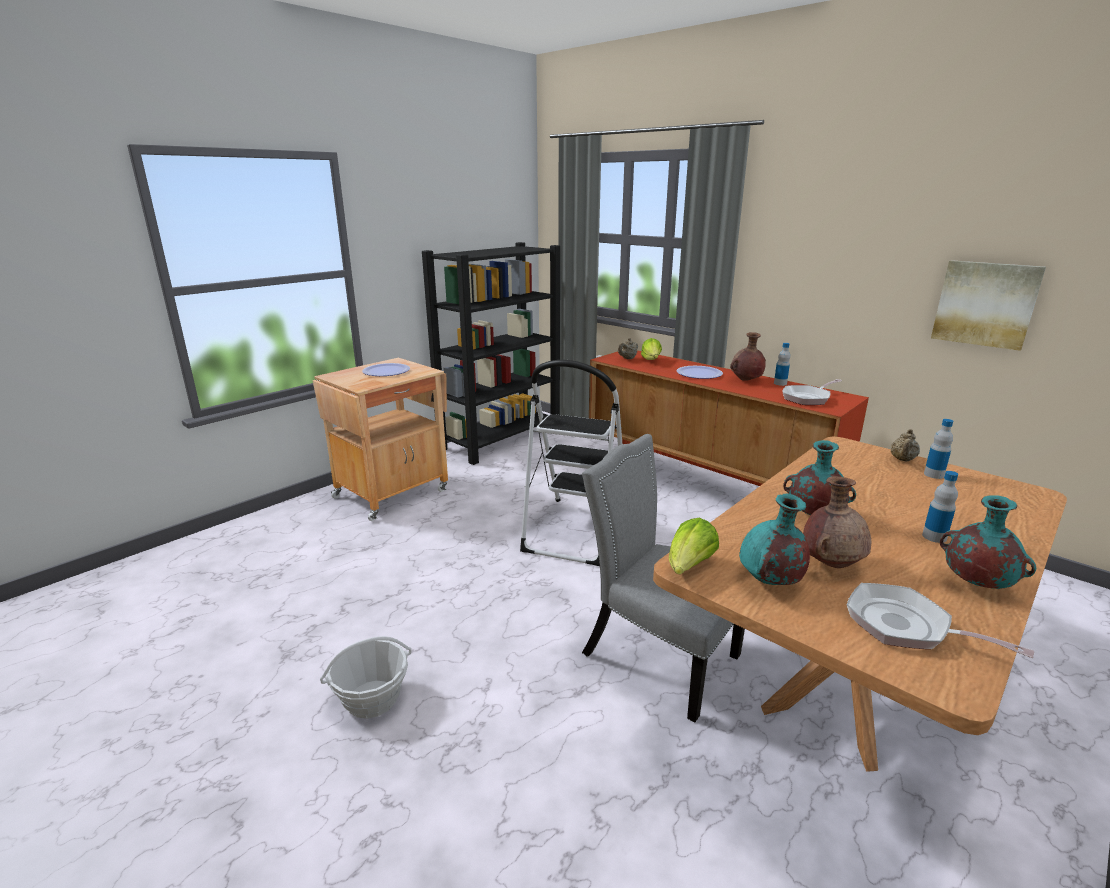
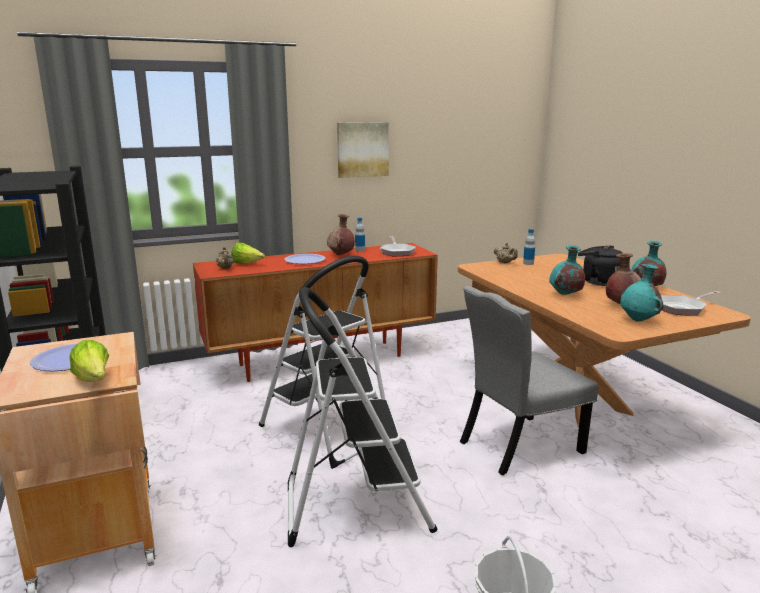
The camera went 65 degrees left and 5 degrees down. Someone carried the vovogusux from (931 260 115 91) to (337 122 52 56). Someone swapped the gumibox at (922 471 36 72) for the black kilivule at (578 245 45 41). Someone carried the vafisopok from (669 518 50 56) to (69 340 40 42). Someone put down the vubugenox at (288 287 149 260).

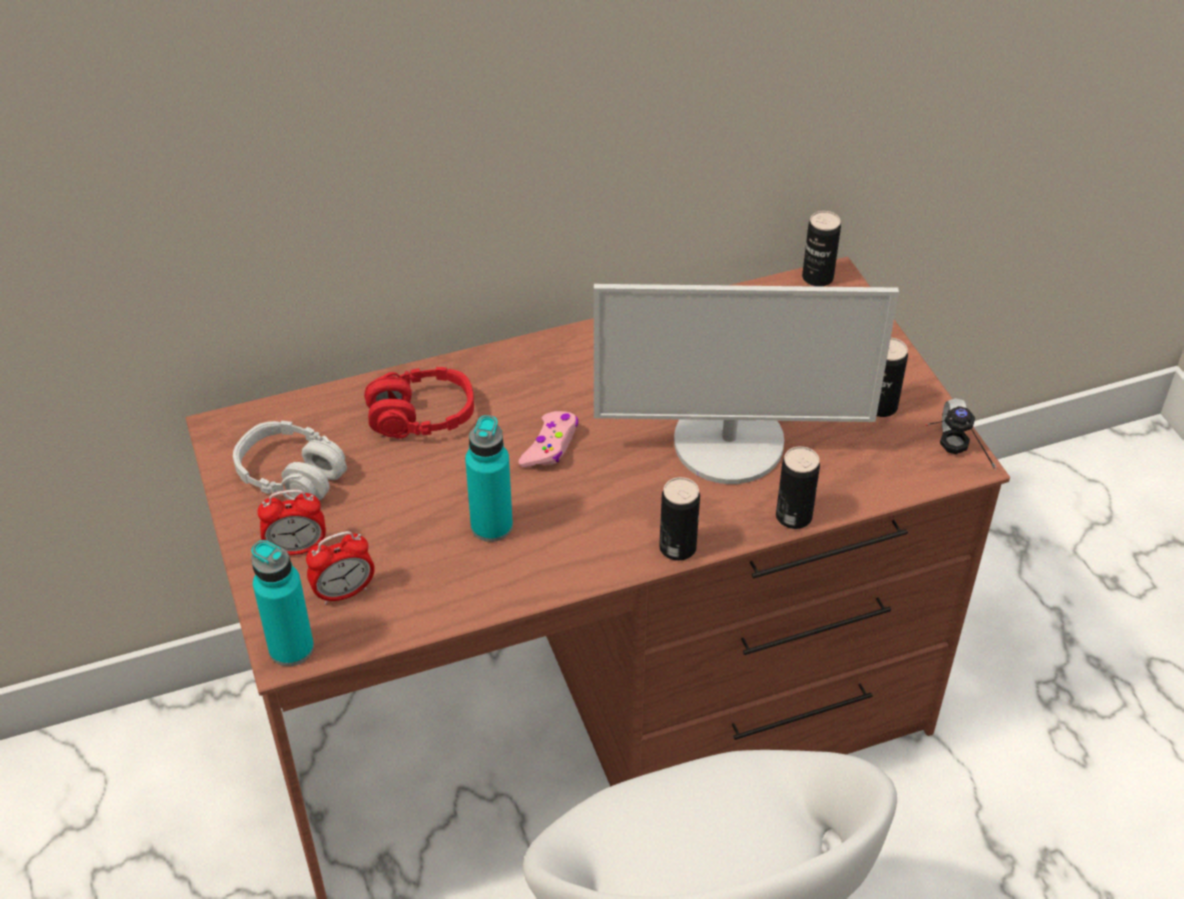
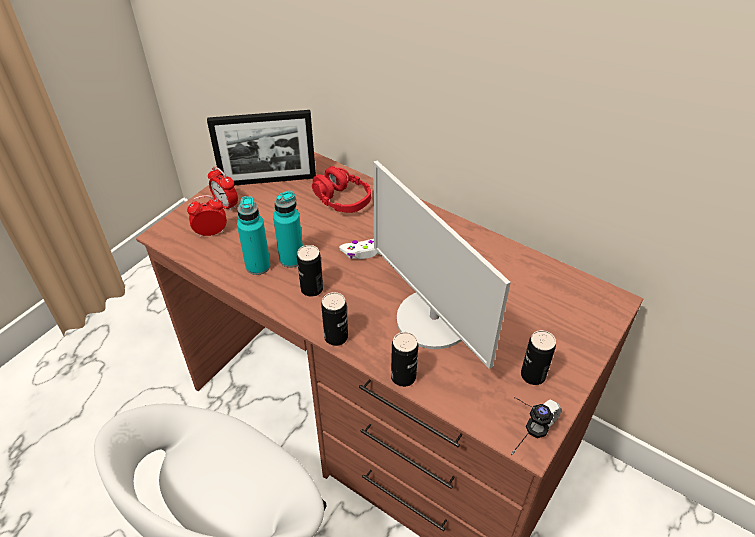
The camera went 55 degrees right and 0 degrees up. Someone carried the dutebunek from (802 211 39 76) to (297 245 26 52). Someone repainted the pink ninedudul at (518 411 60 56), which became the white ninedudul at (339 239 40 20). Someone swapped the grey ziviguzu at (233 421 114 79) for the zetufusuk at (207 110 109 75). Someone rotated the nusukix at (306 531 69 74) by 135 degrees clockwise. Someone carried the turquoise gumibox from (251 540 63 126) to (237 196 34 79).

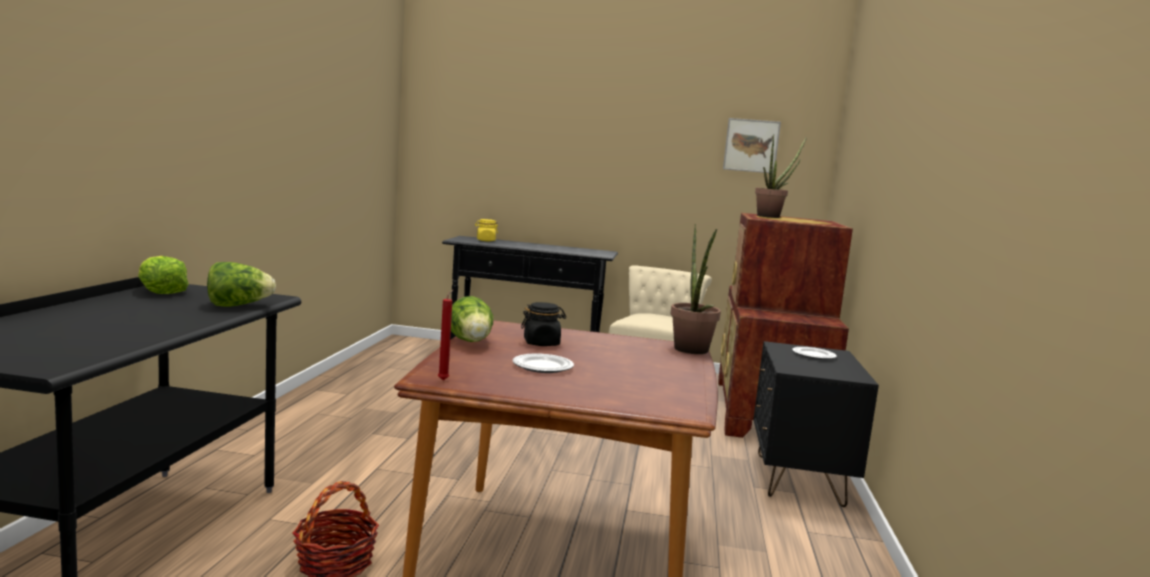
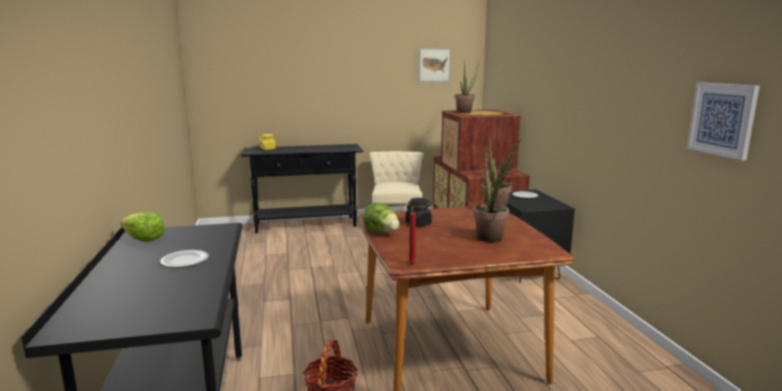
The camera went 20 degrees left and 5 degrees up. Someone took away the vafisopok at (207 262 69 45). Someone carried the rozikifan from (512 353 62 20) to (160 250 49 18). Someone put up the vovogusux at (687 82 73 78). Someone put down the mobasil at (473 149 36 93).

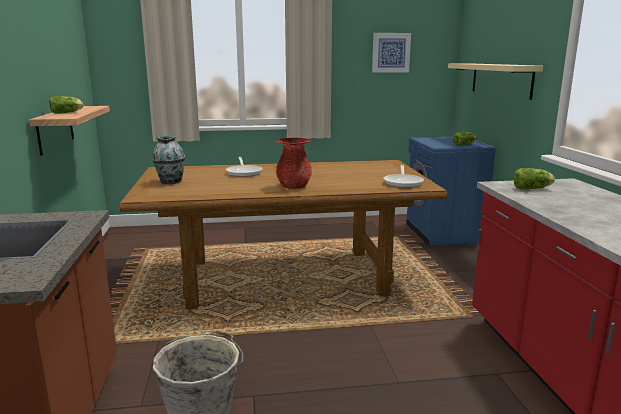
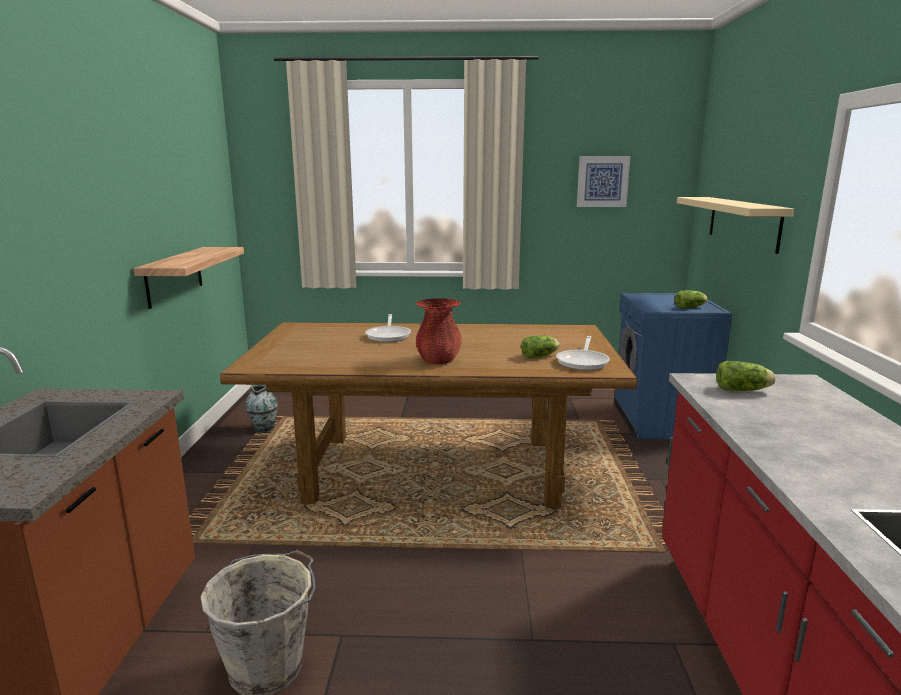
The camera went 10 degrees right and 0 degrees up. Someone carried the vafisopok from (49 96 34 18) to (521 336 39 22). Someone carried the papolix from (152 136 33 48) to (245 385 33 47).

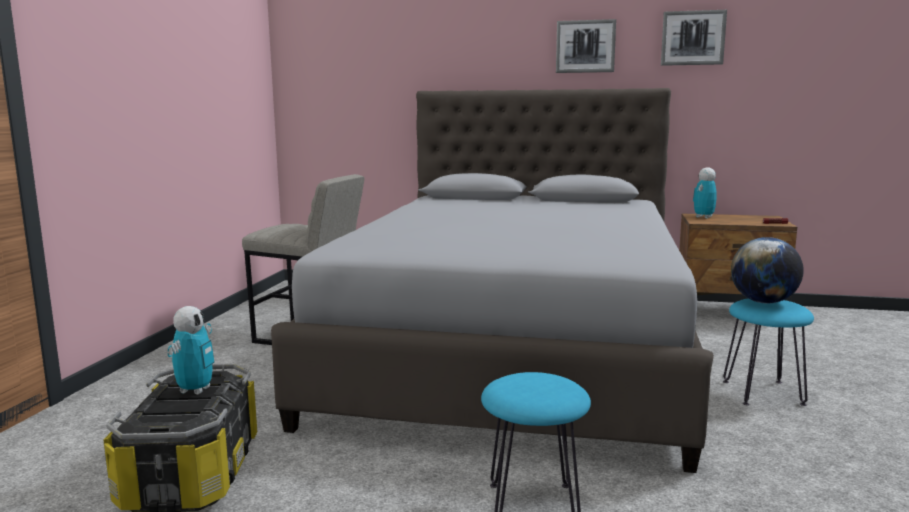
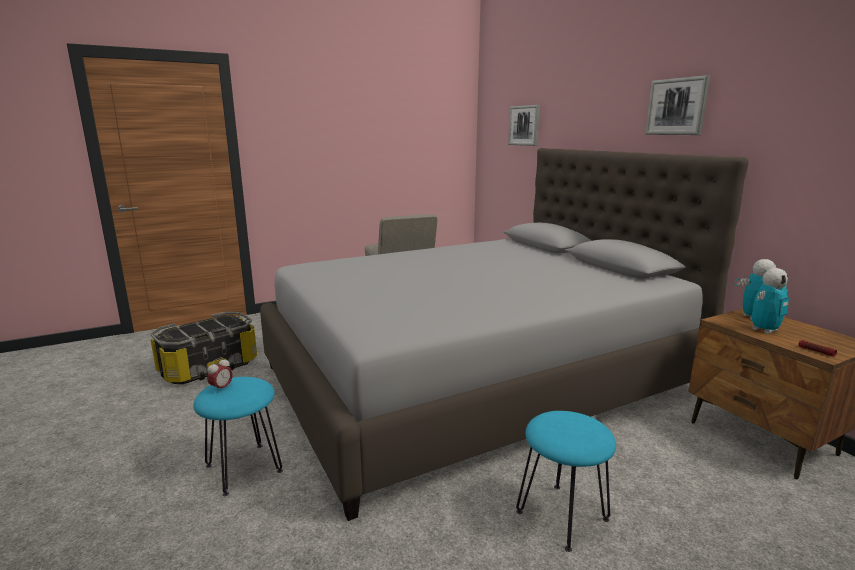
The camera went 50 degrees right and 5 degrees up. Someone carried the vovogusux from (661 10 66 56) to (508 105 32 41). Someone took away the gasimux at (731 237 73 66). Someone carried the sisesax from (167 306 47 89) to (752 268 37 66). Someone put down the nusukix at (207 357 26 36).

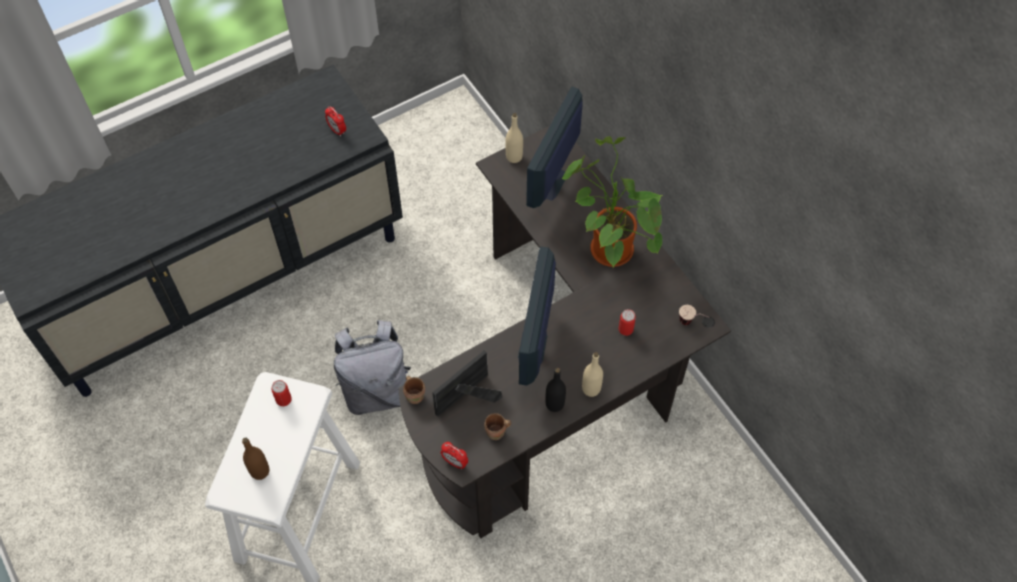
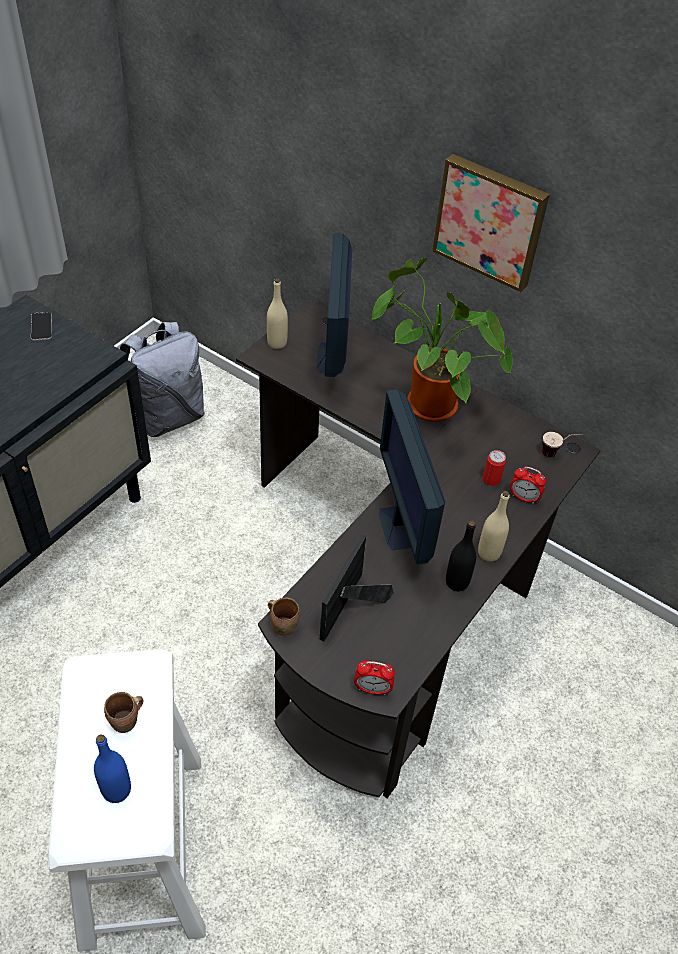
The camera went 25 degrees left and 10 degrees down. Someone carried the nusukix from (325 107 21 30) to (510 467 36 37). Someone carried the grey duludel from (334 320 77 95) to (120 322 85 115). Someone took away the dutebunek at (271 380 21 26). Someone carried the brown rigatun from (484 413 27 27) to (104 692 40 41). Someone repainted the brown gumibox at (242 438 27 42), which became the blue gumibox at (94 734 37 69). Someone put up the vovogusux at (432 154 118 138). Someone put down the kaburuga at (31 312 21 29).

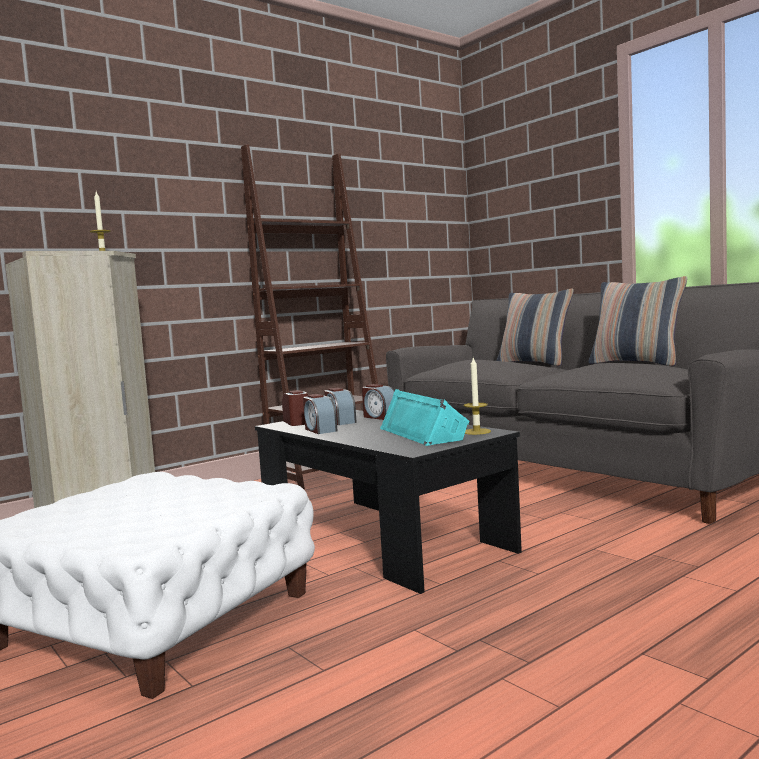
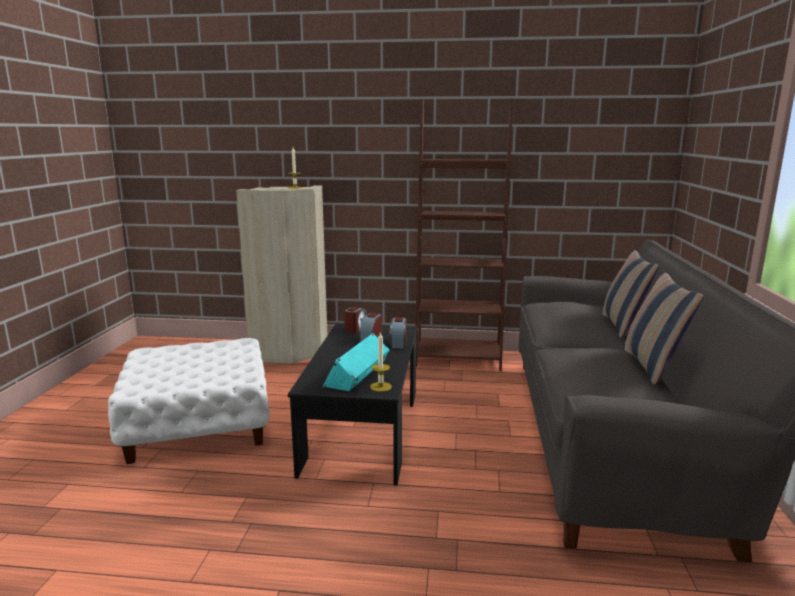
The camera went 45 degrees right and 10 degrees up. Someone took away the nusukix at (303 394 35 40).

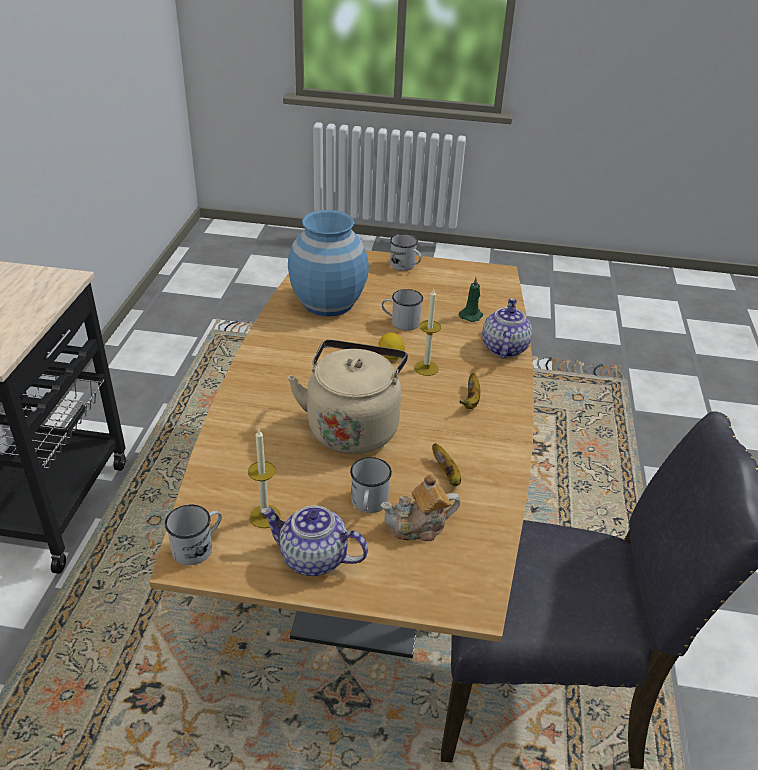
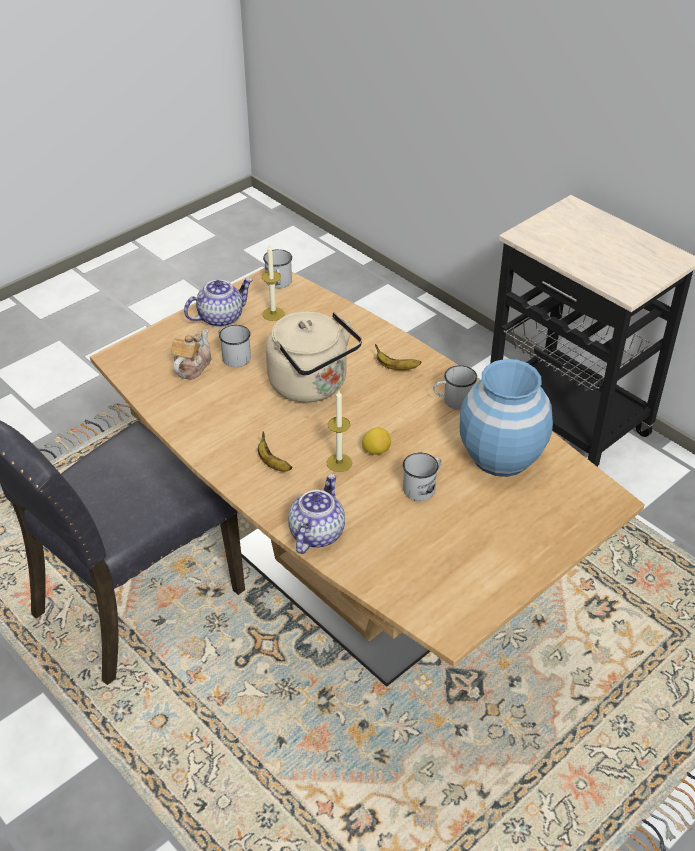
The camera went 130 degrees right and 5 degrees up. Someone carried the white rigatun from (390 234 32 37) to (433 365 44 45). Someone took away the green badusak at (459 278 24 44). Someone rotated the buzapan at (482 298 50 61) by 120 degrees counterclockwise. Someone carried the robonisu from (432 443 29 43) to (375 344 46 26).

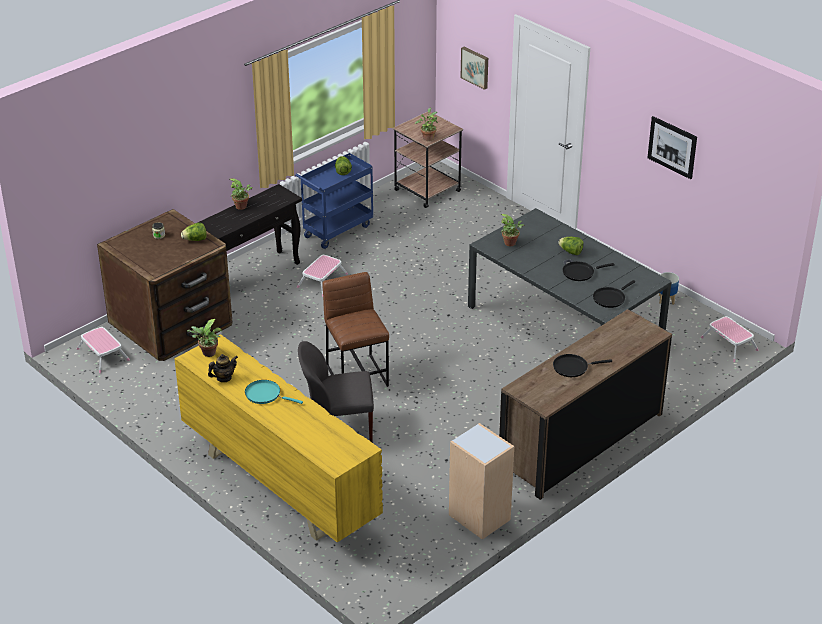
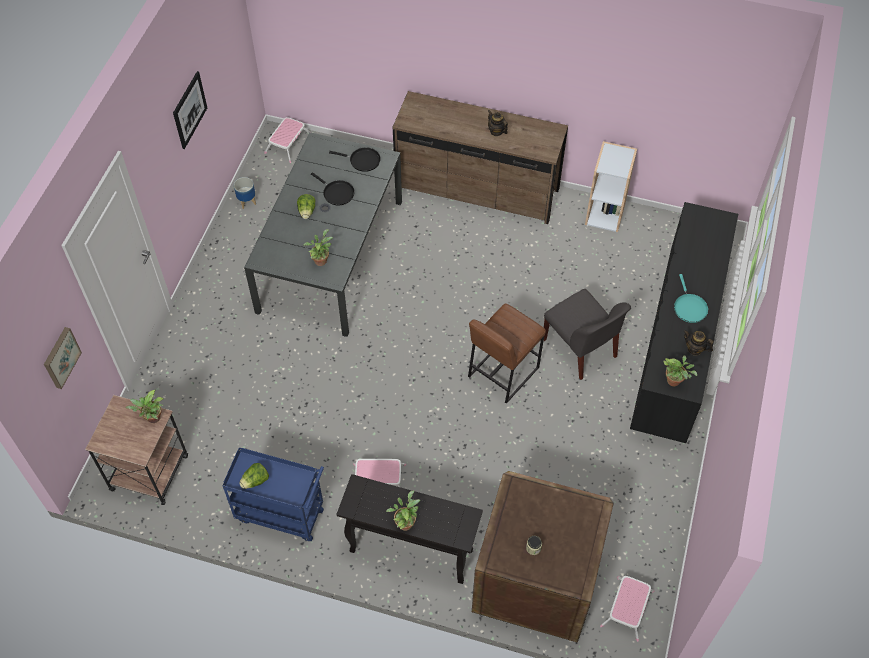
The camera went 120 degrees left and 20 degrees up. Someone took away the vafisopok at (181 223 26 18). Someone repainted the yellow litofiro at (174 334 209 209), which became the black litofiro at (630 202 108 241). Someone swapped the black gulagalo at (553 354 59 23) for the buzapan at (488 110 20 26).

